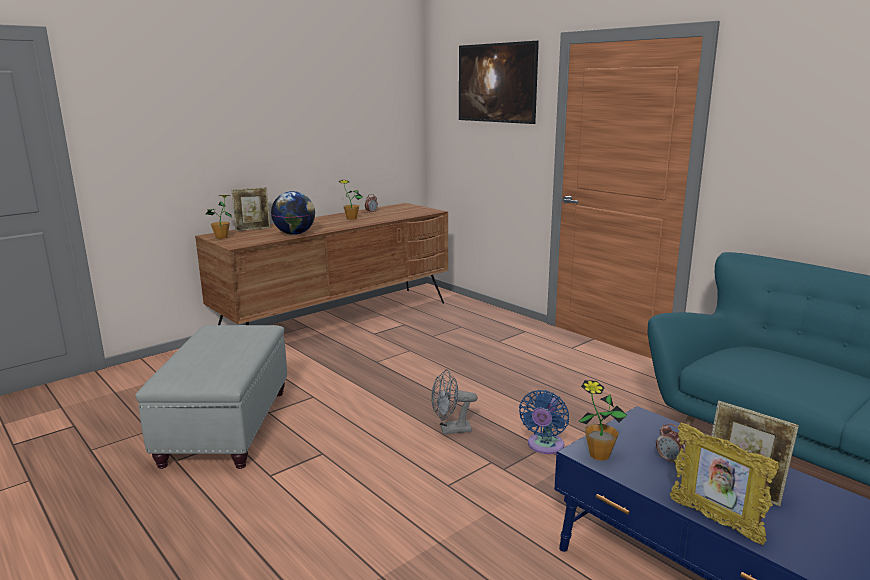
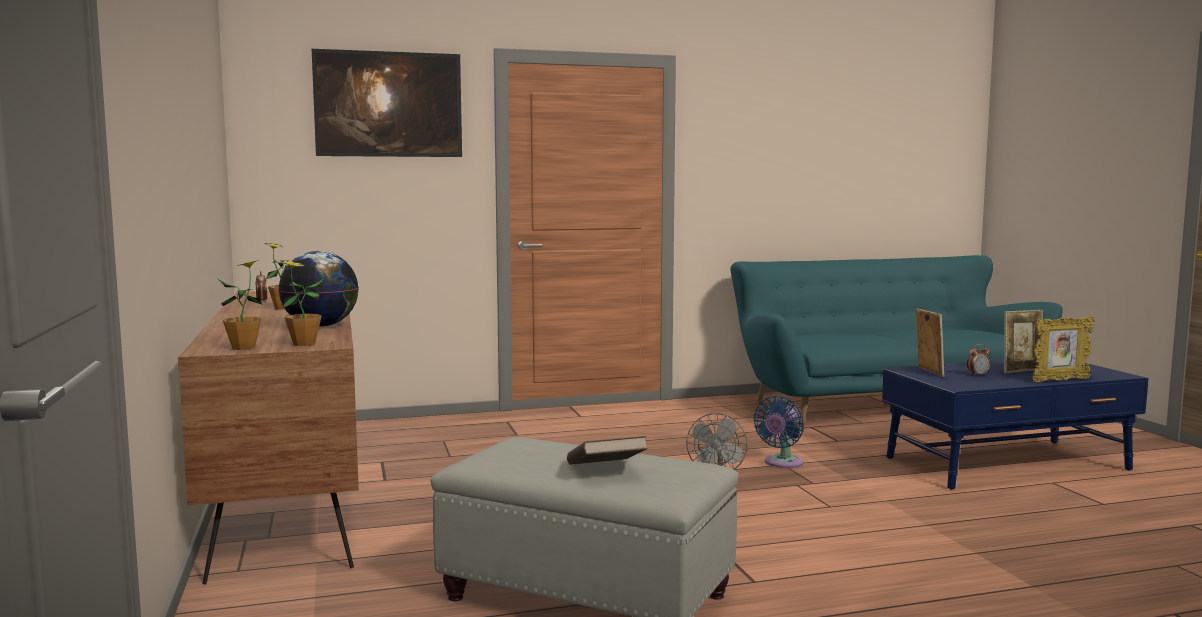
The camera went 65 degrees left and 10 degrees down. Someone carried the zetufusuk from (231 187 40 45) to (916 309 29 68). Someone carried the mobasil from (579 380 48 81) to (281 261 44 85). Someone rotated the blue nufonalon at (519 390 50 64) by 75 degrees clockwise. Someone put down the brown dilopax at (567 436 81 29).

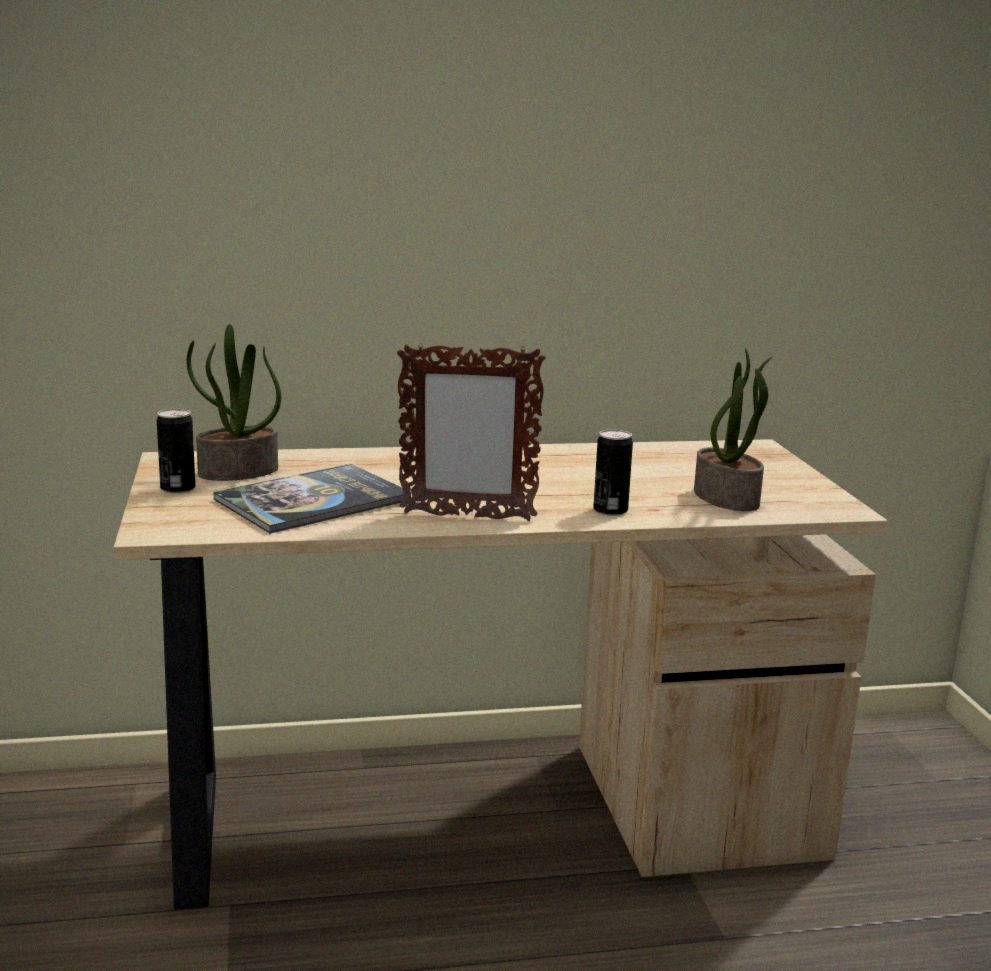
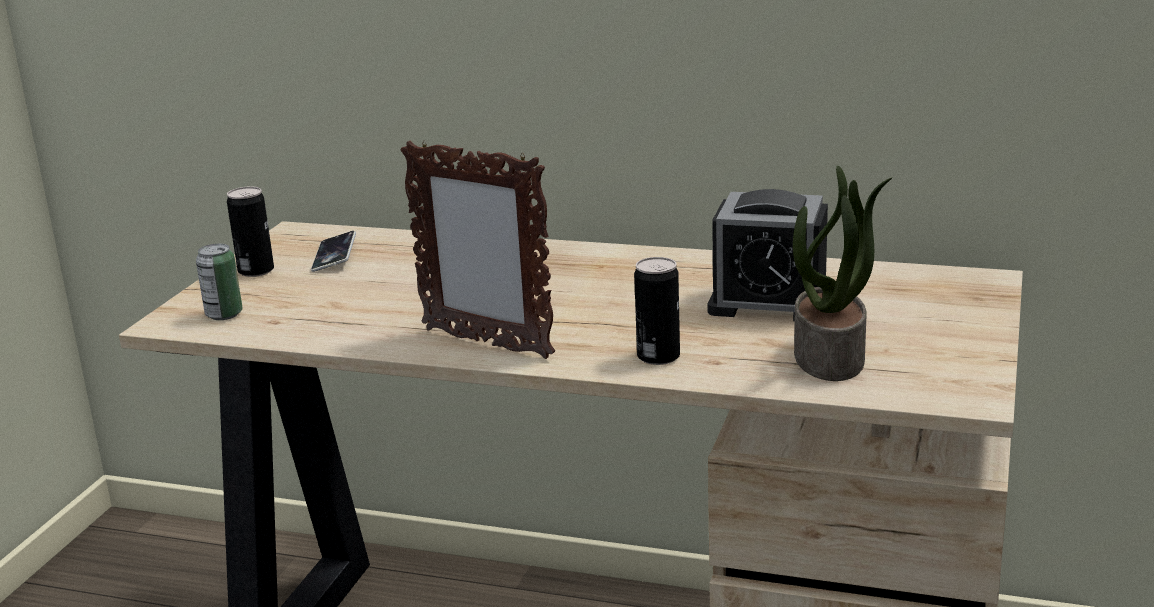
The camera went 30 degrees right and 5 degrees up. Someone swapped the mobasil at (187 324 94 157) for the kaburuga at (311 231 45 41). Someone took away the dilopax at (213 464 199 70). Someone put down the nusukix at (707 189 121 132). Someone put down the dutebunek at (196 244 47 76).

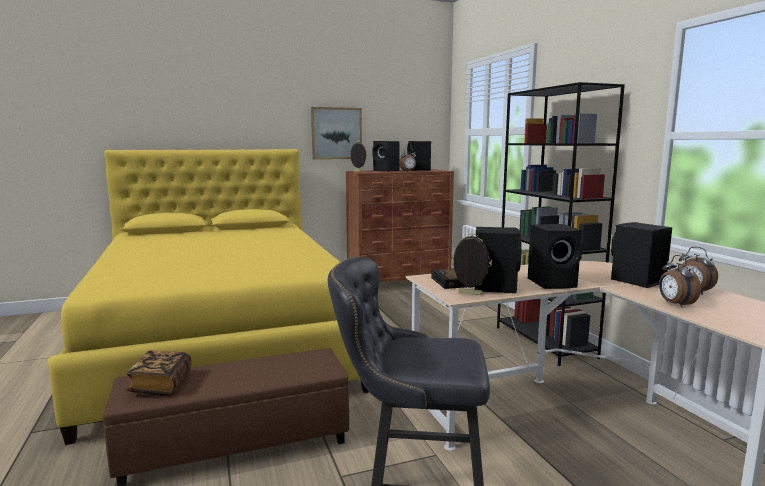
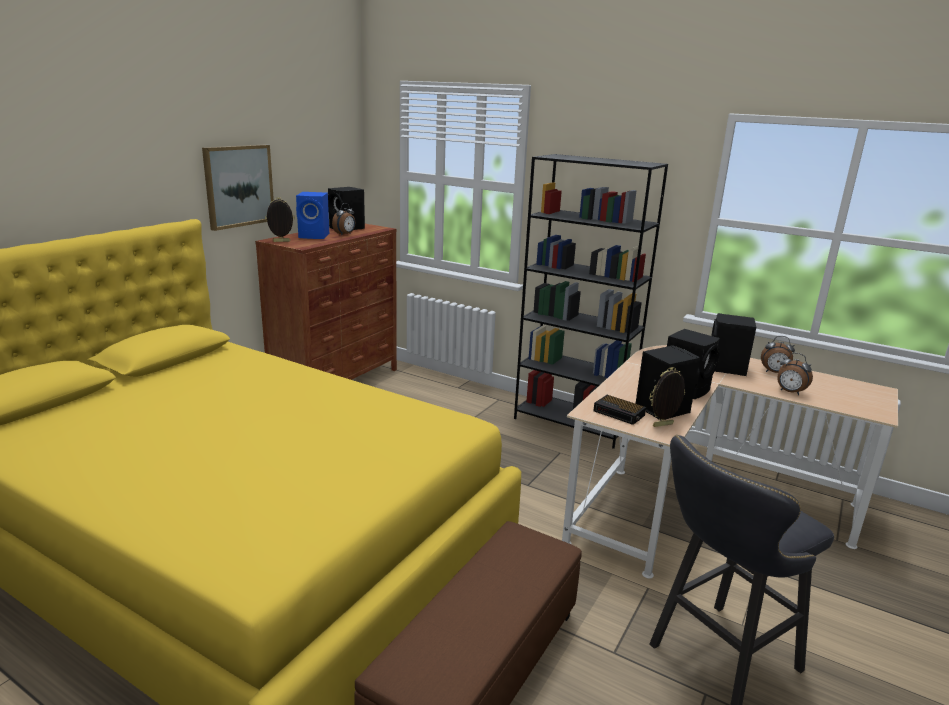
The camera went 40 degrees left and 10 degrees up. Someone repainted the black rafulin at (372 141 28 31), which became the blue rafulin at (296 192 33 47). Someone took away the dilopax at (126 350 65 46).

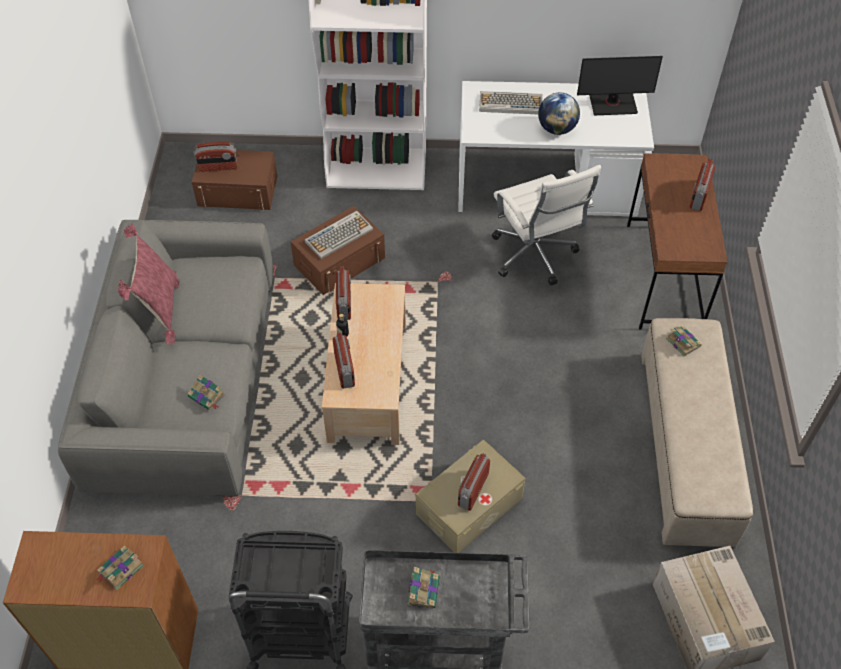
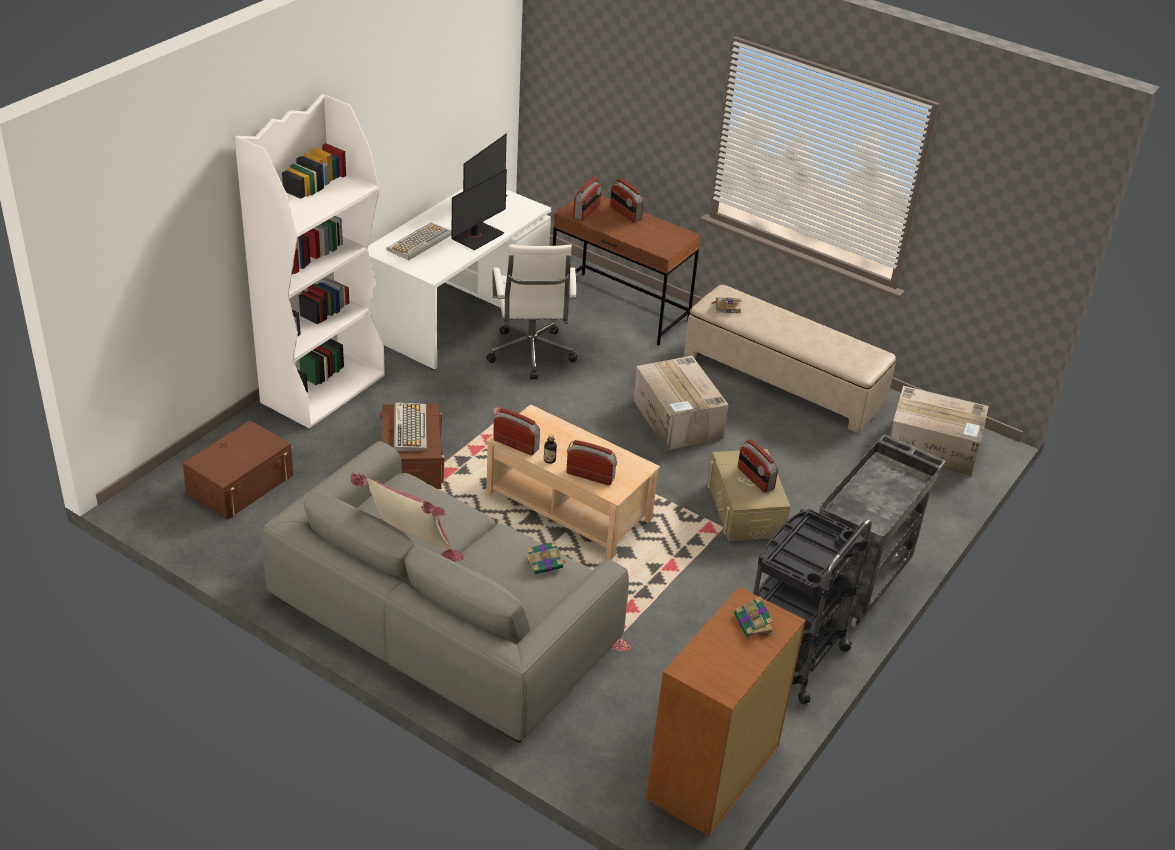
The camera went 60 degrees left and 15 degrees down. Someone swapped the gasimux at (538 92 42 43) for the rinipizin at (451 169 56 81). Someone carried the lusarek from (194 142 43 30) to (573 177 29 44). Someone rotated the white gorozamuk at (492 165 109 120) by 75 degrees clockwise. Someone took away the dilopax at (407 567 33 42). Someone put down the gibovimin at (633 356 96 94).

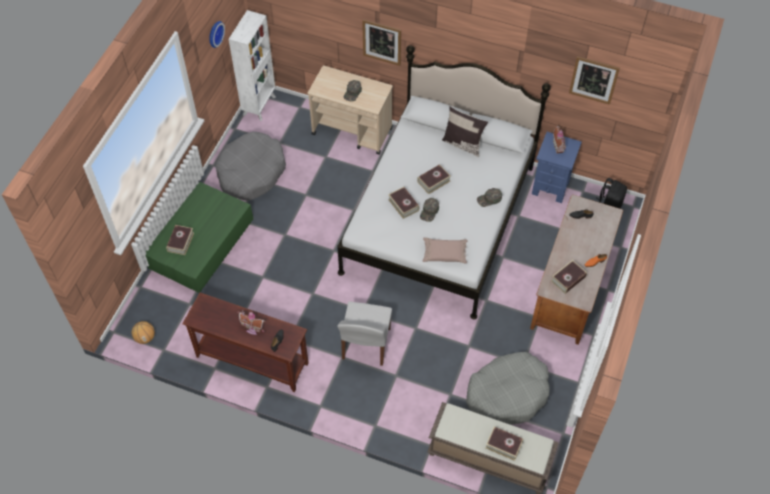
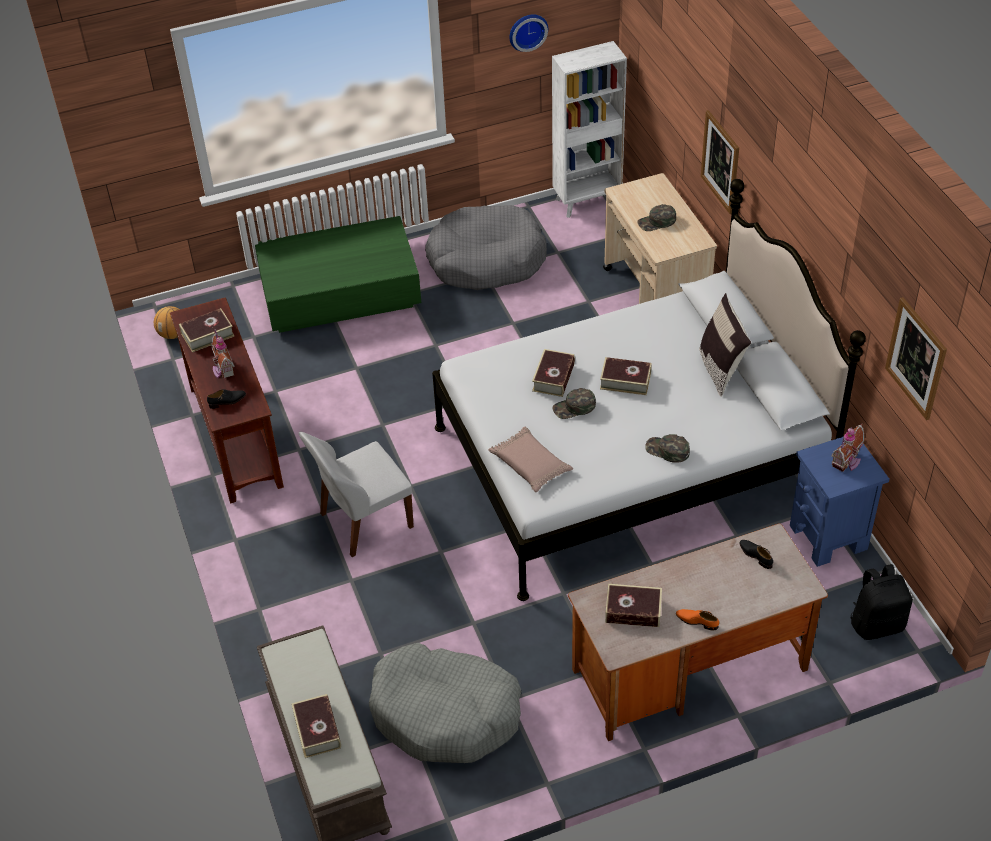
The camera went 50 degrees right and 10 degrees down. Someone carried the dilopax from (166 225 28 30) to (179 308 55 44).

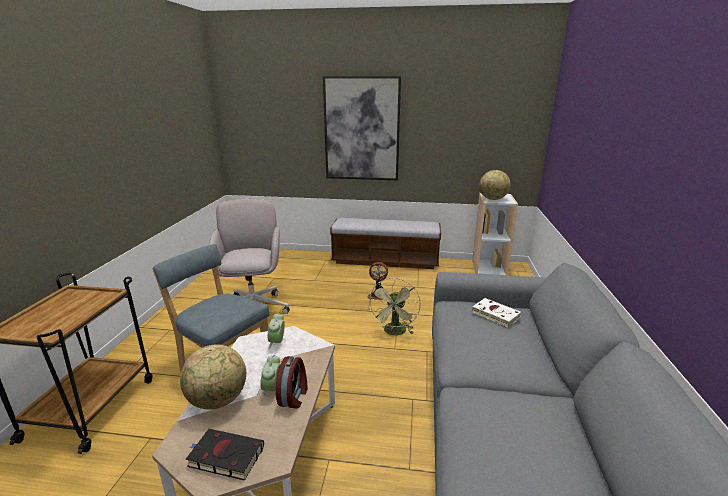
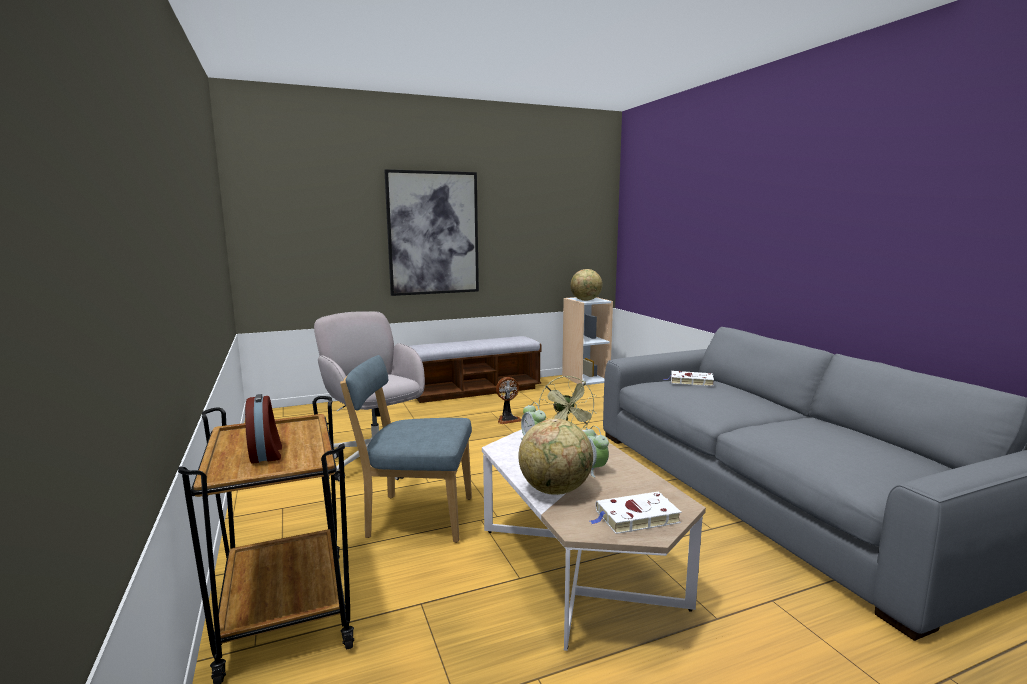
The camera went 30 degrees left and 10 degrees down. Someone carried the nusukix from (276 356 32 53) to (245 394 37 70). Someone repainted the black dilopax at (186 429 78 52), which became the white dilopax at (590 492 92 42).

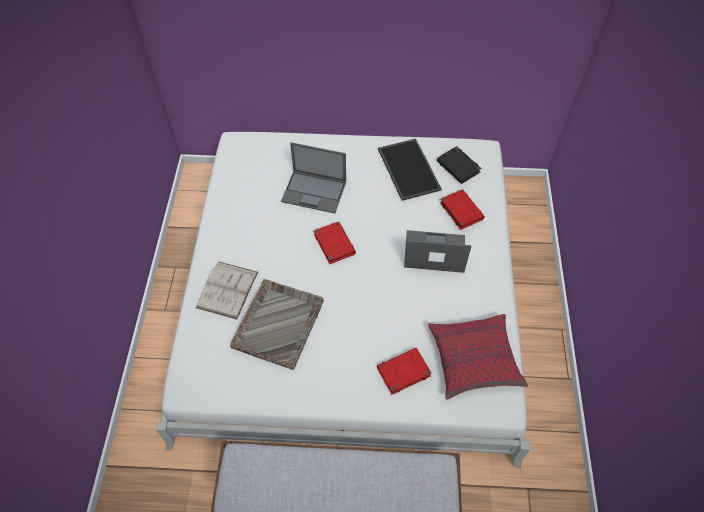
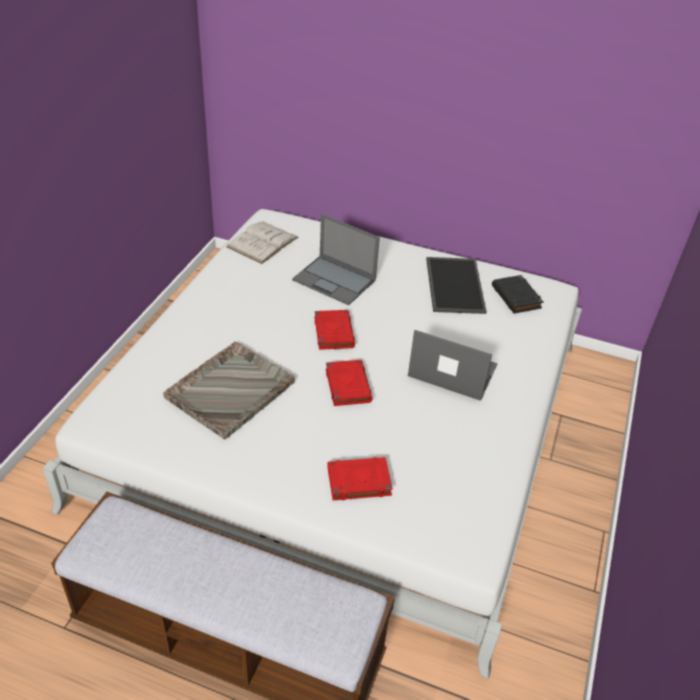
The camera went 15 degrees right and 15 degrees down. Someone carried the red dilopax from (440 189 45 41) to (326 360 46 46). Someone carried the white dilopax from (196 261 62 58) to (226 221 73 43). Someone took away the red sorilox at (428 314 100 85).

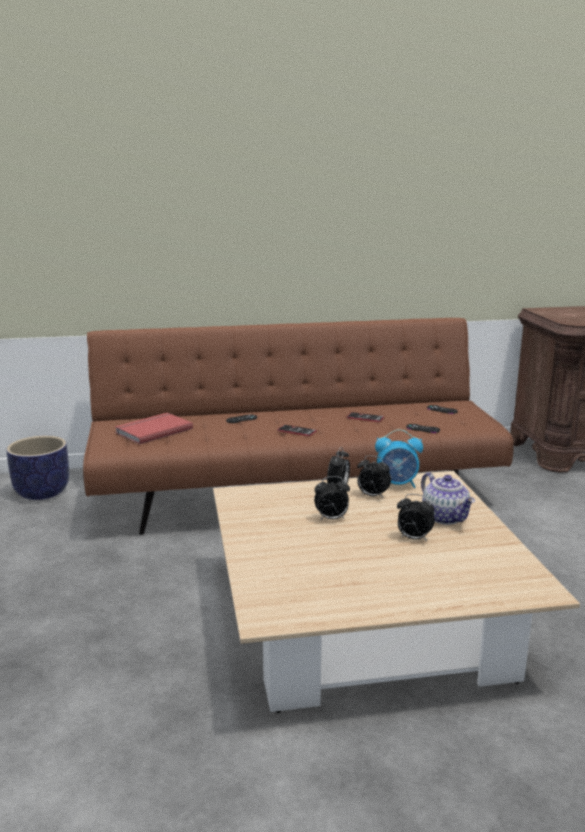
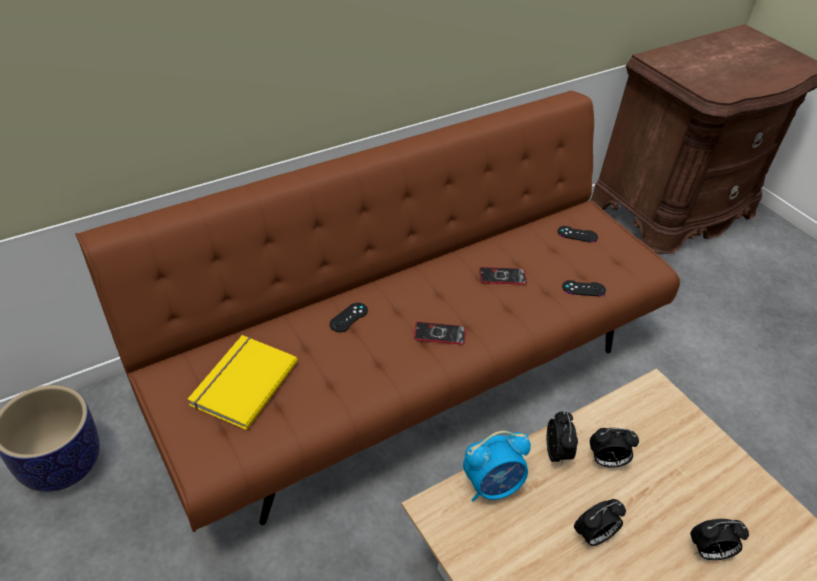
The camera went 25 degrees left and 25 degrees up. Someone repainted the red dilopax at (115 413 78 31), which became the yellow dilopax at (188 335 110 95). Someone carried the nusukix from (375 429 48 59) to (463 431 68 71). Someone took away the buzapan at (421 472 54 53).

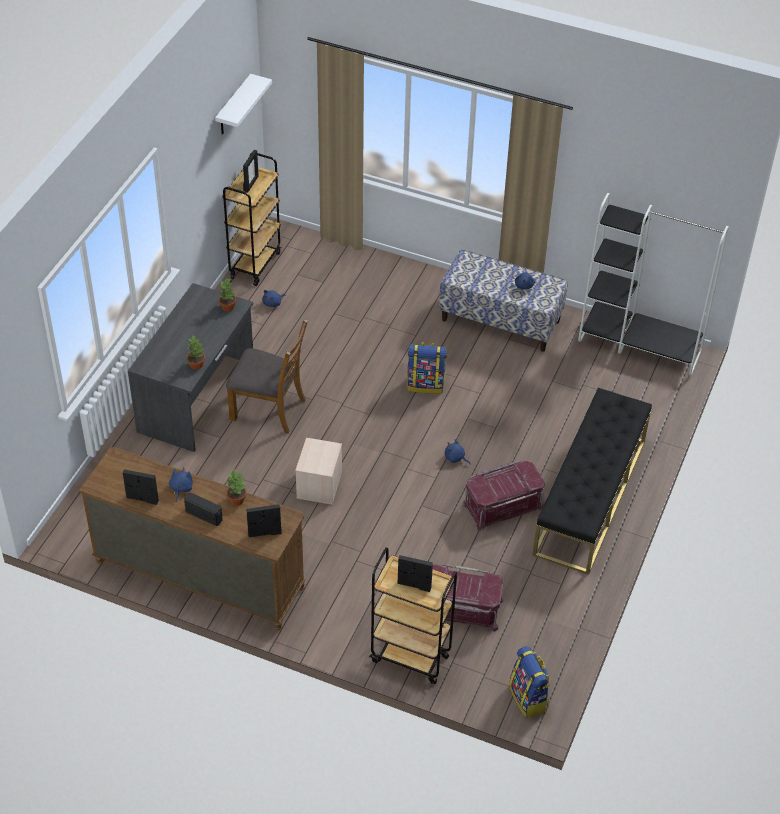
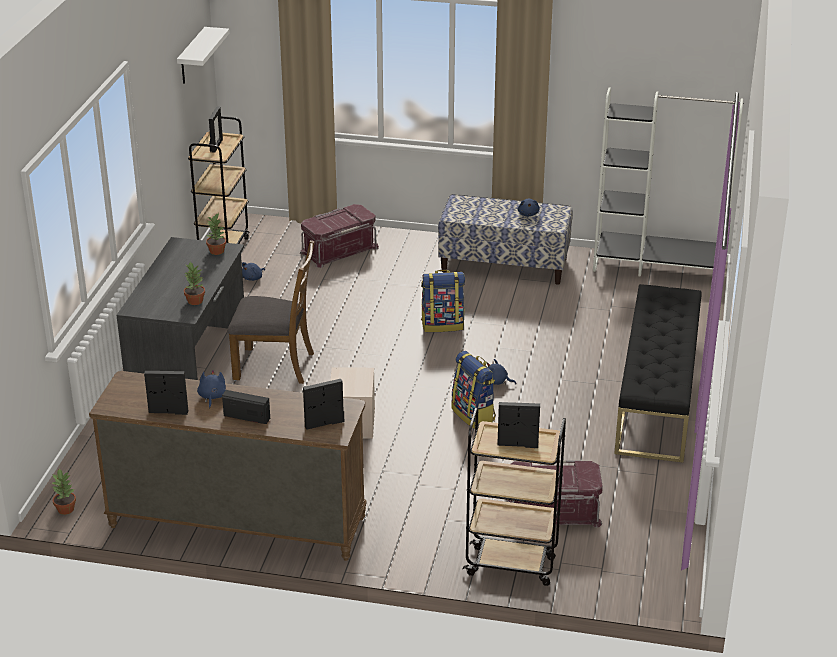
The camera went 10 degrees left and 15 degrees down. Someone carried the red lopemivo from (462 460 83 71) to (300 204 79 64). Someone carried the mobasil from (226 469 20 37) to (51 469 25 46). Someone carried the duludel from (509 646 41 72) to (451 351 45 78).

